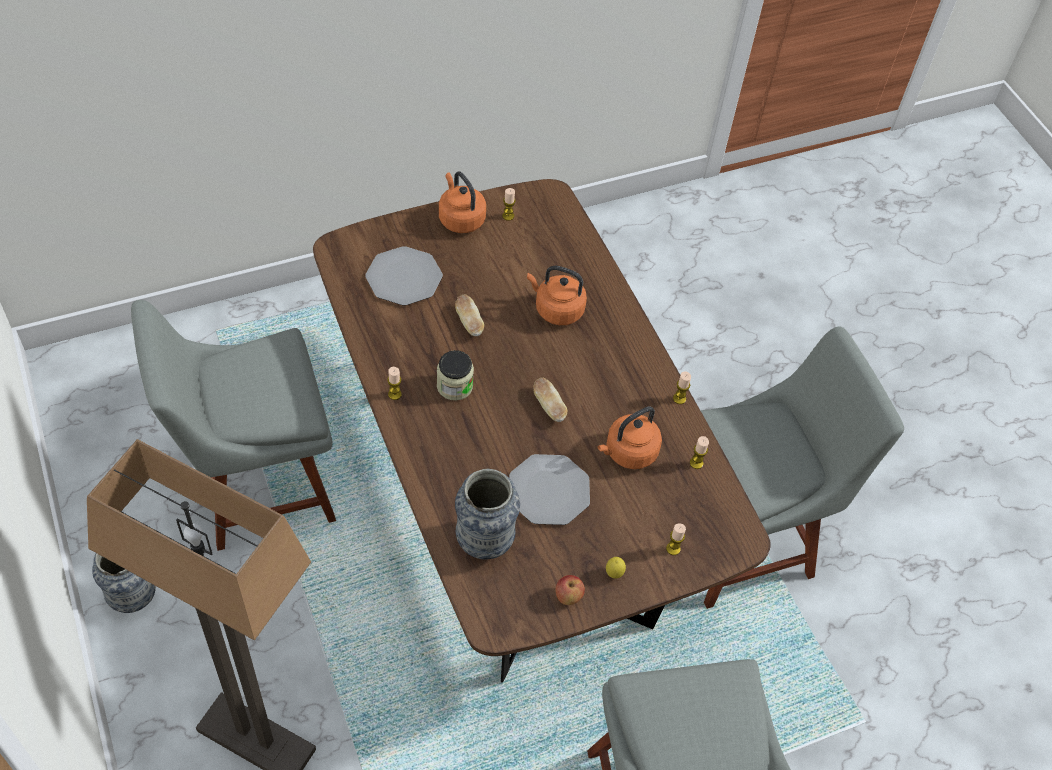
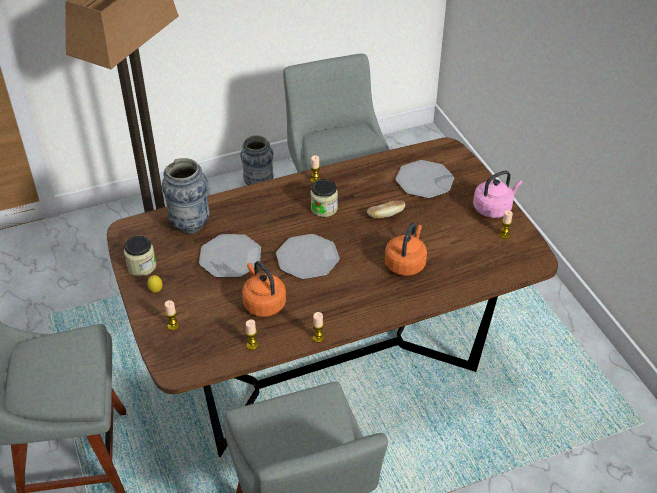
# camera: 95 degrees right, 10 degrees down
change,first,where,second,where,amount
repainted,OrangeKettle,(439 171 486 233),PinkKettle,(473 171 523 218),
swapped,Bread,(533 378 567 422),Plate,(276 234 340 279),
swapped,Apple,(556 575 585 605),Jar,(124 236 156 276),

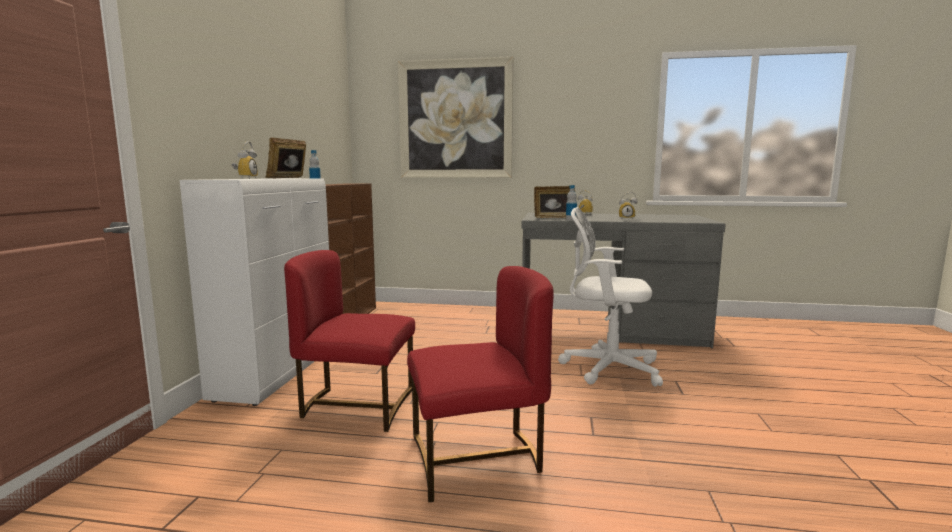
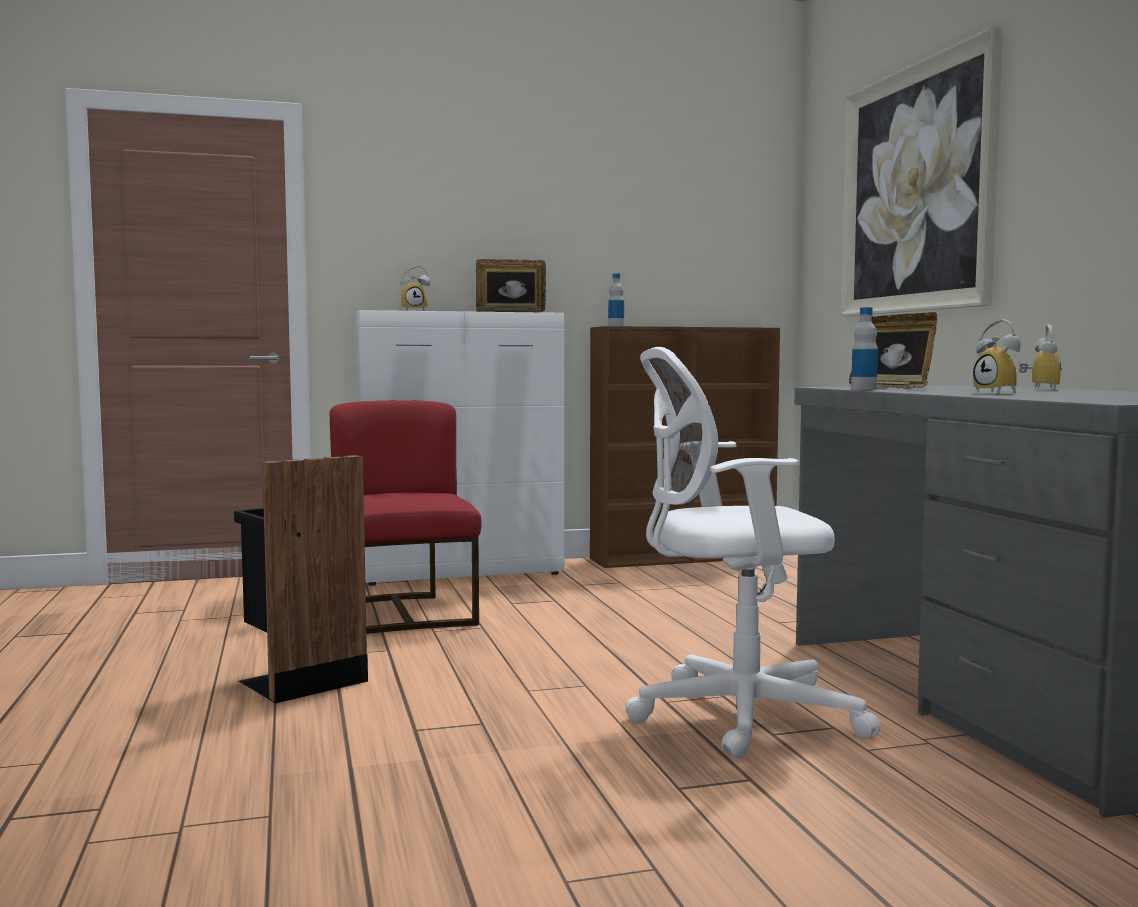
# camera: 65 degrees right, 5 degrees down
change,first,where,second,where,amount
rotated,WhiteOfficeChair,(558 207 663 387),,(625 347 881 759),90 degrees counterclockwise
swapped,RedChair,(407 266 554 502),BlackTrashCan,(234 455 368 703),

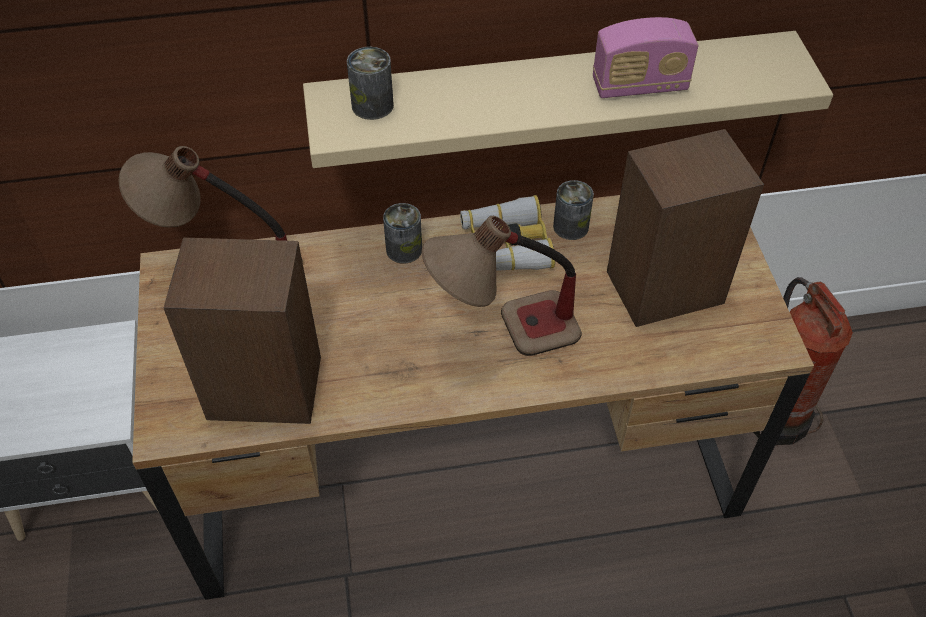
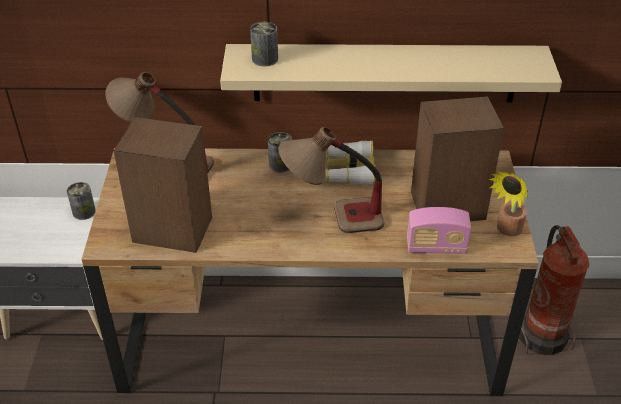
# camera: 10 degrees right, 10 degrees down
change,first,where,second,where,amount
shifted,Radio,(593 17 698 98),,(407 207 471 254),
shifted,Can,(553 180 594 240),,(67 182 96 220),
new,,,PottedPlant,(488 171 528 236),

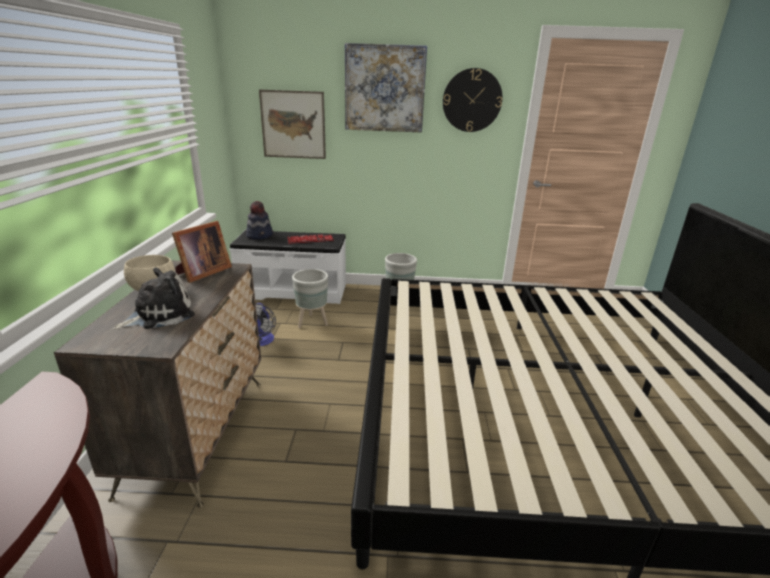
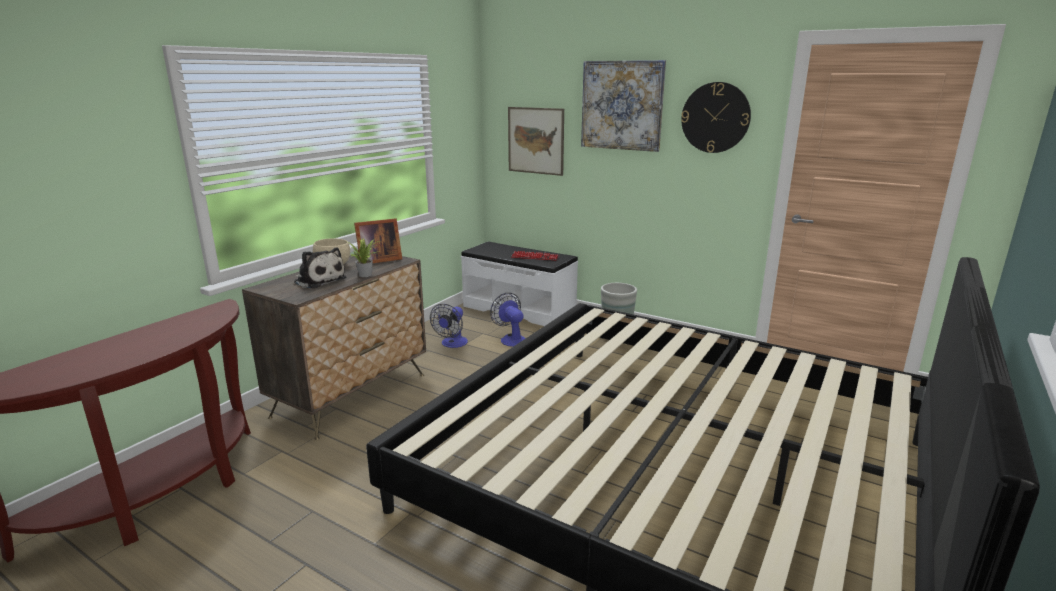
# camera: 30 degrees right, 5 degrees down
change,first,where,second,where,amount
gone,Hat,(246 201 273 240),,,
rotated,PlushToy,(113 267 195 330),,(294 247 346 289),45 degrees clockwise
swapped,GreyPlanter,(292 269 328 328),Fan,(490 293 526 347),
new,,,PottedPlant,(348 238 380 277),

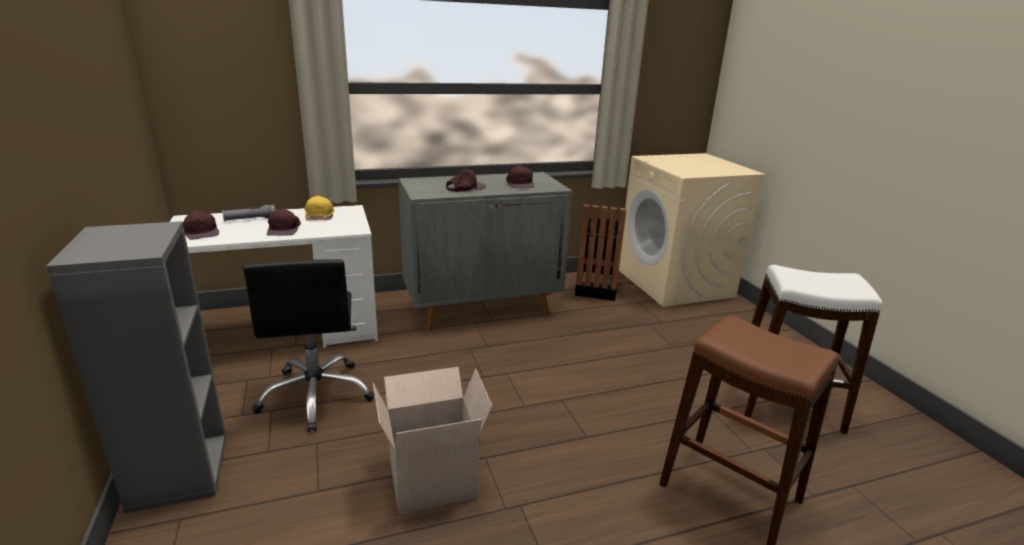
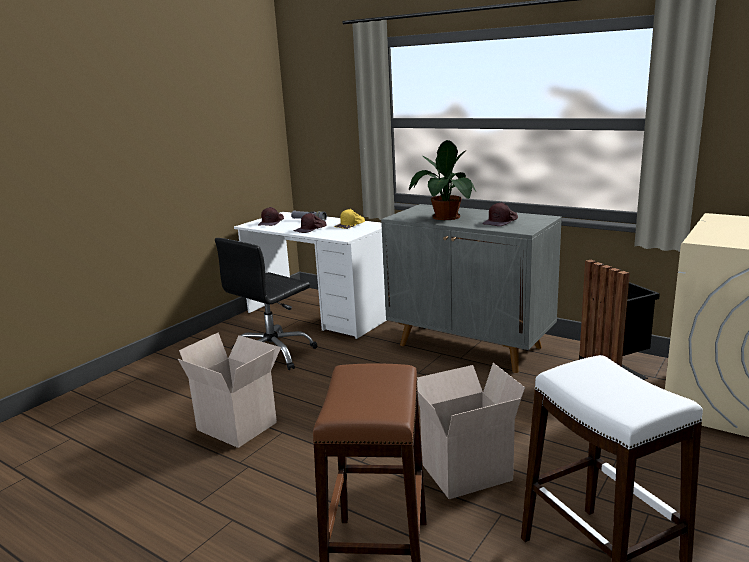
# camera: 55 degrees right, 5 degrees down
change,first,where,second,where,amount
swapped,BrownCap,(446 169 486 192),PottedPlant,(409 140 476 220),
gone,GreyBookcase,(46 221 226 514),,,
new,,,CardboardBox,(417 363 525 499),

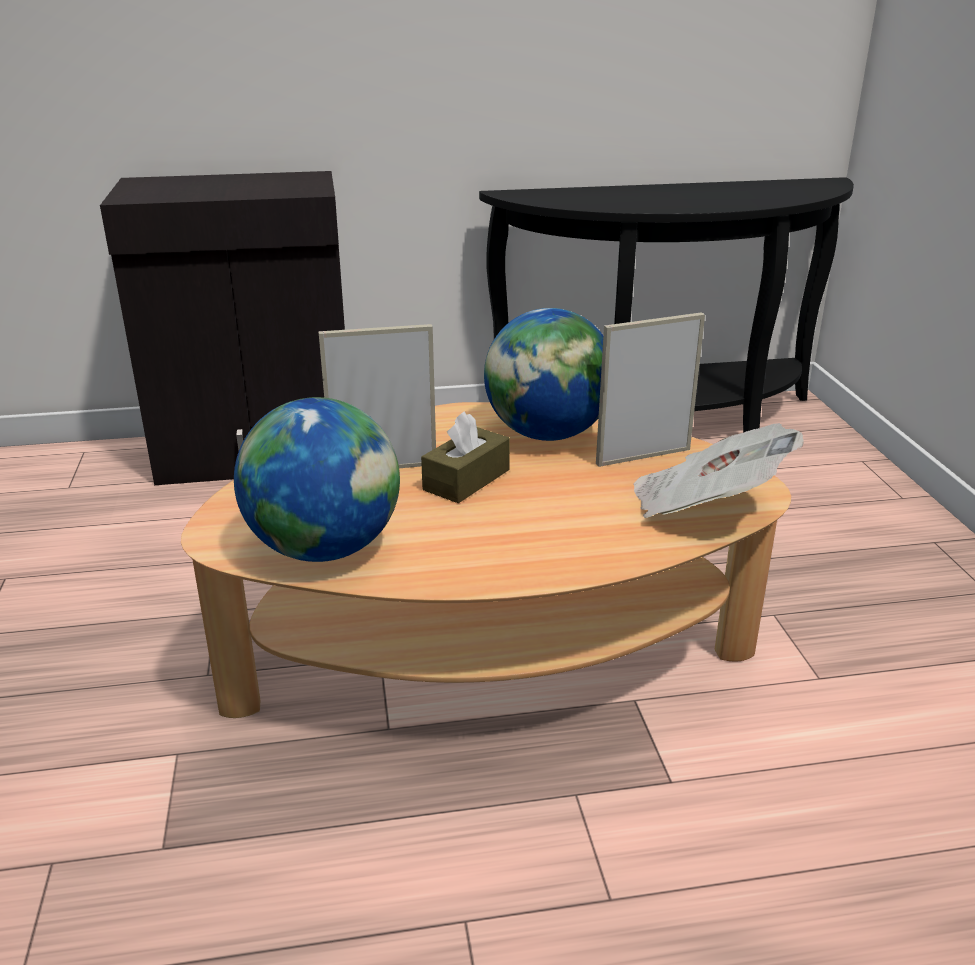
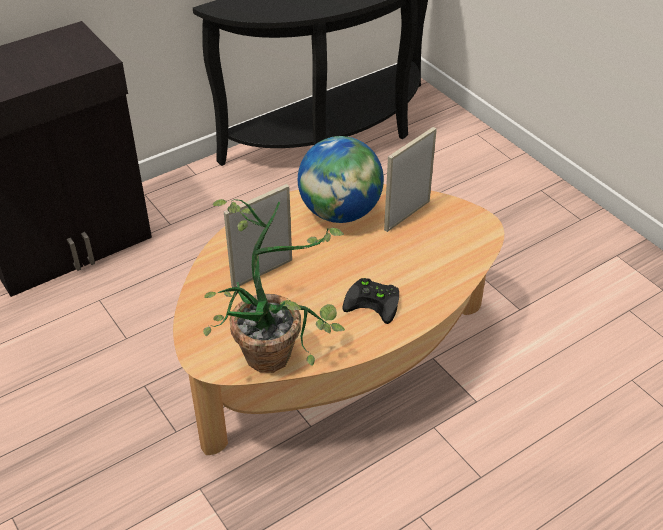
# camera: 25 degrees left, 15 degrees up
change,first,where,second,where,amount
swapped,Globe,(234 397 400 562),PottedPlant,(203 199 345 373),
gone,BrownTissueBox,(421 411 510 503),,,
gone,Newspaper,(633 423 804 518),,,
new,,,BlackGameController,(342 278 399 324),

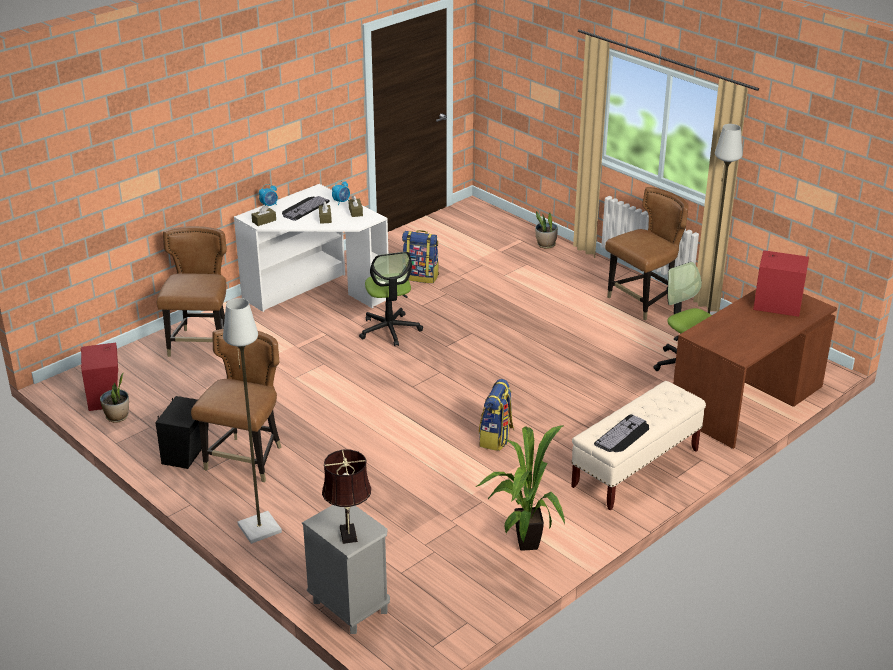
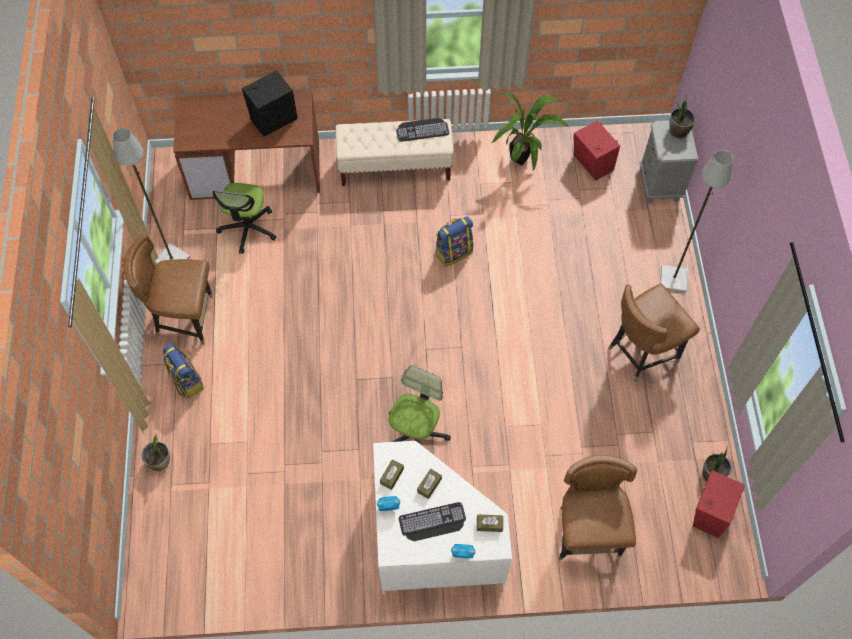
# camera: 140 degrees left, 30 degrees up
change,first,where,second,where,amount
rotated,BrownChair,(157 226 227 357),,(559 455 637 560),135 degrees clockwise
shifted,Backpack,(402 230 439 283),,(162 343 204 399),
shifted,RedSpeaker,(753 250 809 317),,(573 120 620 180),
shifted,BlackSpeaker,(155 396 209 469),,(242 70 298 137),
swapped,BrownTableLamp,(322 450 371 544),PottedPlant,(669 94 696 139),

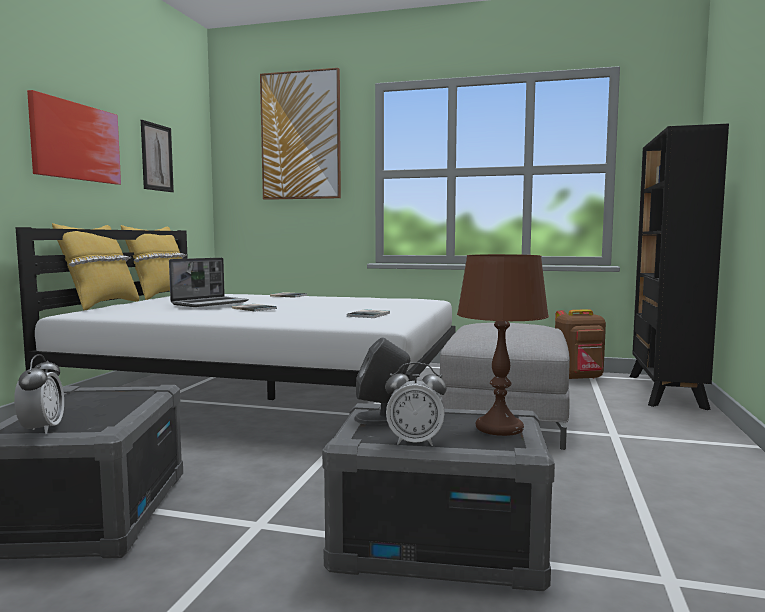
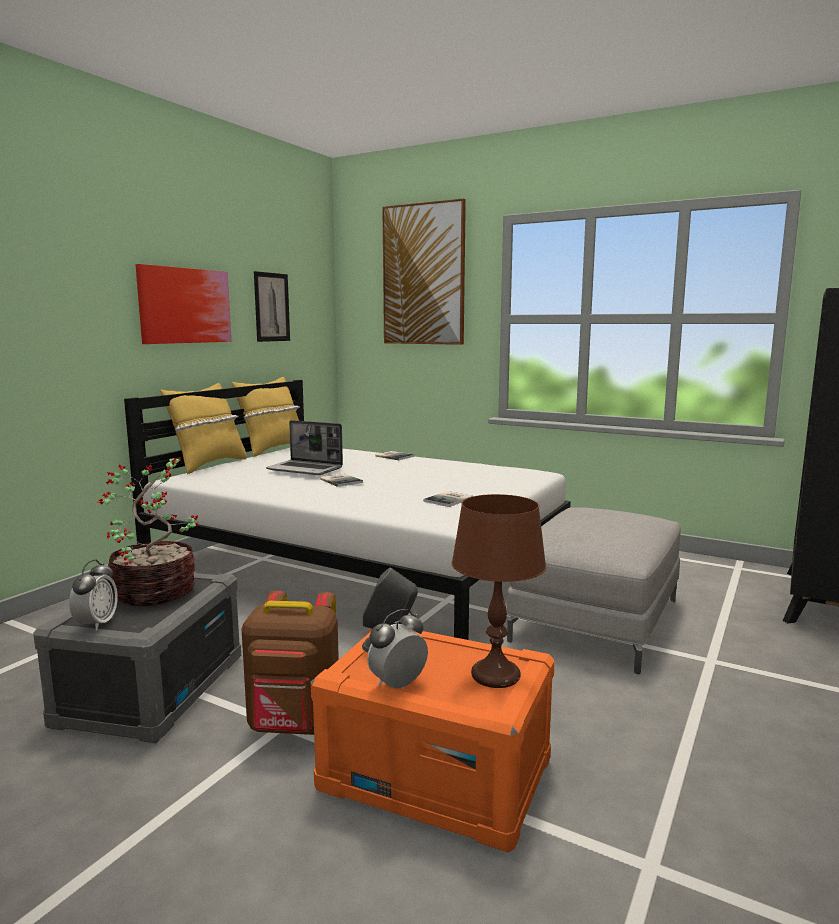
# camera: 15 degrees right, 5 degrees up
change,first,where,second,where,amount
rotated,Laptop,(169 258 249 307),,(266 420 343 475),60 degrees clockwise
shifted,BrownBackpack,(555 309 606 379),,(242 591 339 735),
rotated,AlarmClock,(385 362 447 446),,(367 609 428 689),120 degrees clockwise
repainted,GreyStorageBox,(322 403 555 592),OrangeStorageBox,(311 629 555 852),
new,,,PottedPlant,(97 458 198 606),

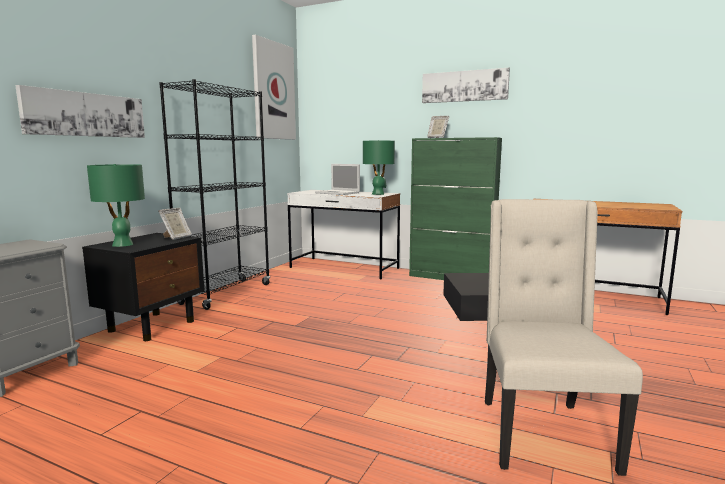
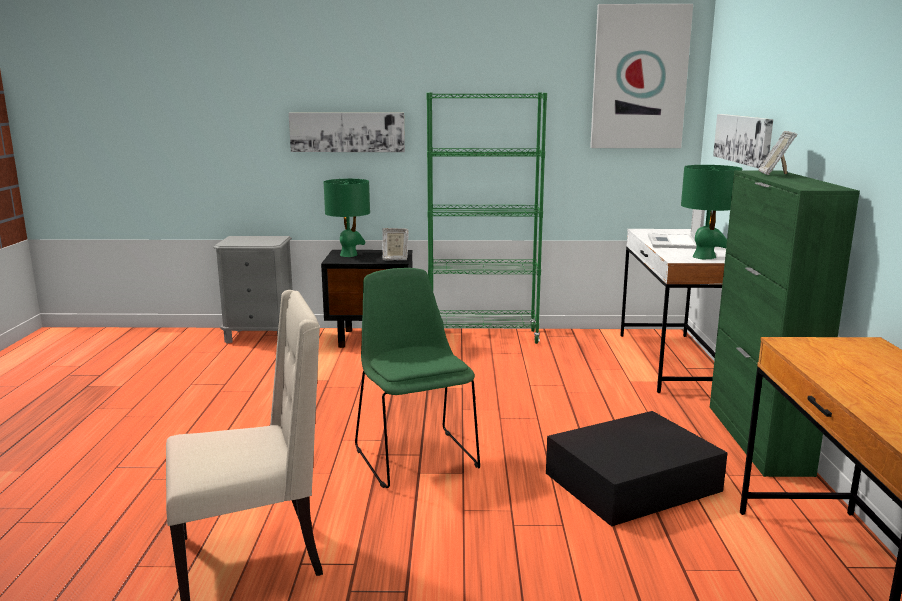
# camera: 65 degrees right, 5 degrees up
change,first,where,second,where,amount
shifted,Picture,(422 68 510 103),,(713 114 773 168),
repainted,BlackBookcase,(159 79 270 310),GreenBookcase,(426 92 547 344),
new,,,GreenChair,(355 268 480 488),

